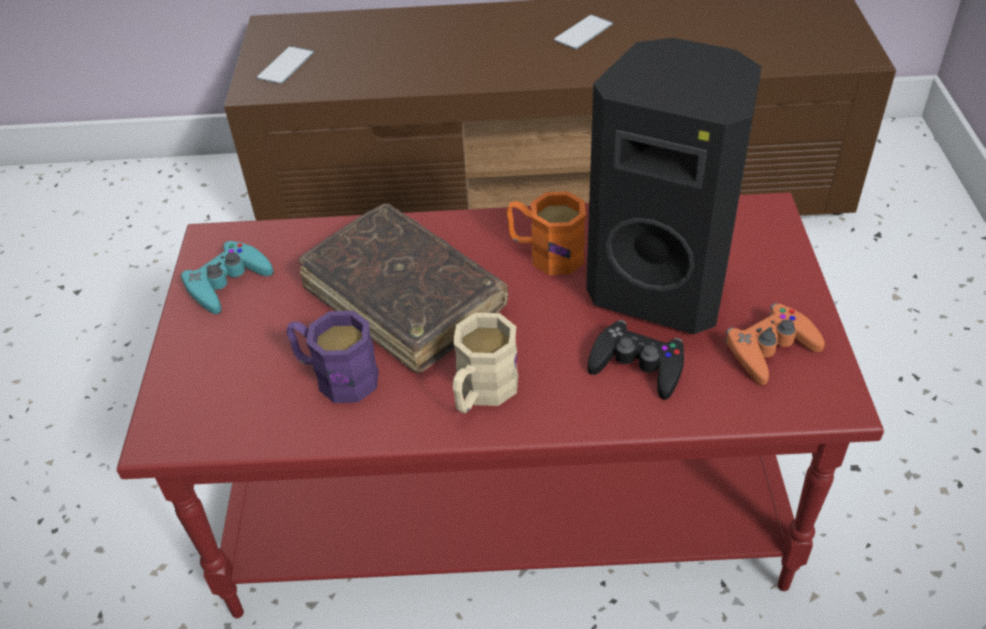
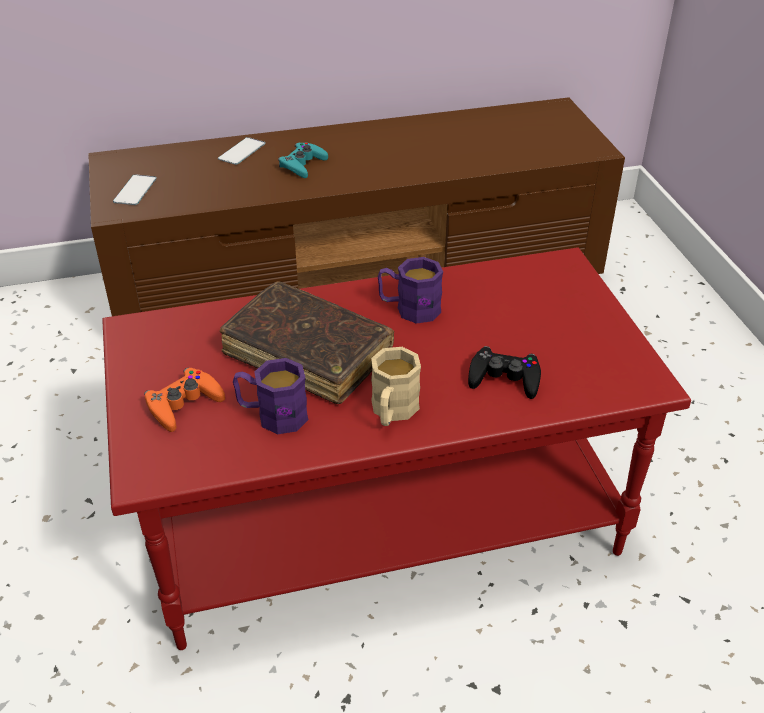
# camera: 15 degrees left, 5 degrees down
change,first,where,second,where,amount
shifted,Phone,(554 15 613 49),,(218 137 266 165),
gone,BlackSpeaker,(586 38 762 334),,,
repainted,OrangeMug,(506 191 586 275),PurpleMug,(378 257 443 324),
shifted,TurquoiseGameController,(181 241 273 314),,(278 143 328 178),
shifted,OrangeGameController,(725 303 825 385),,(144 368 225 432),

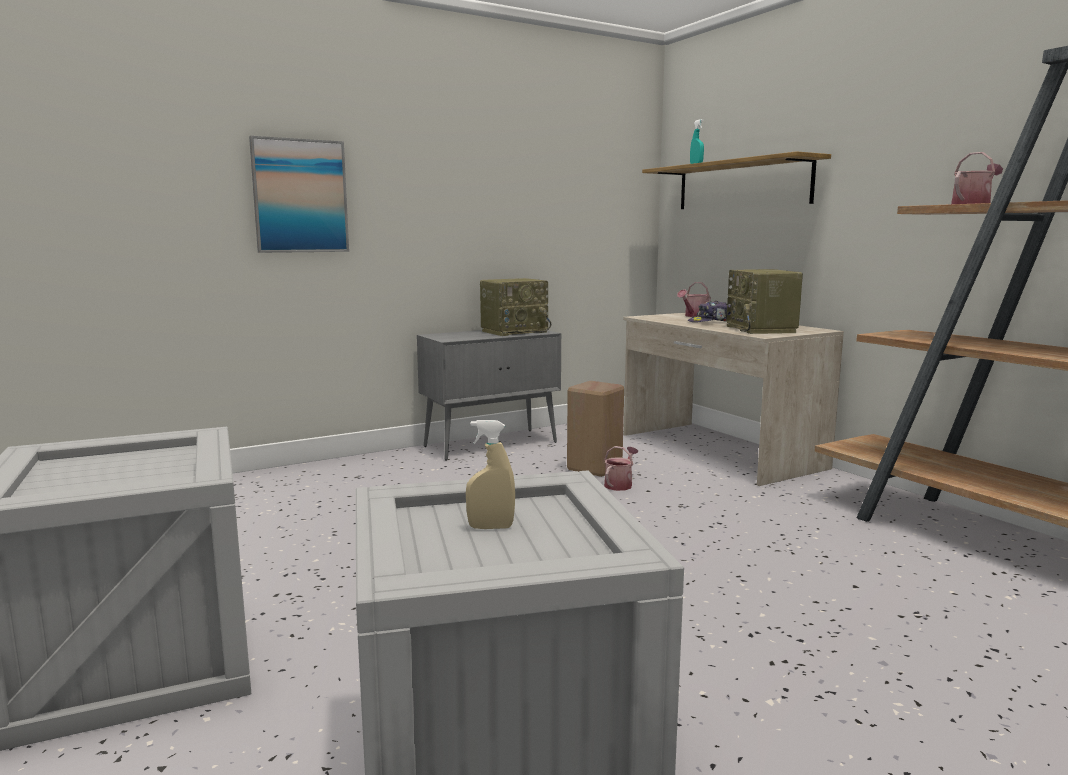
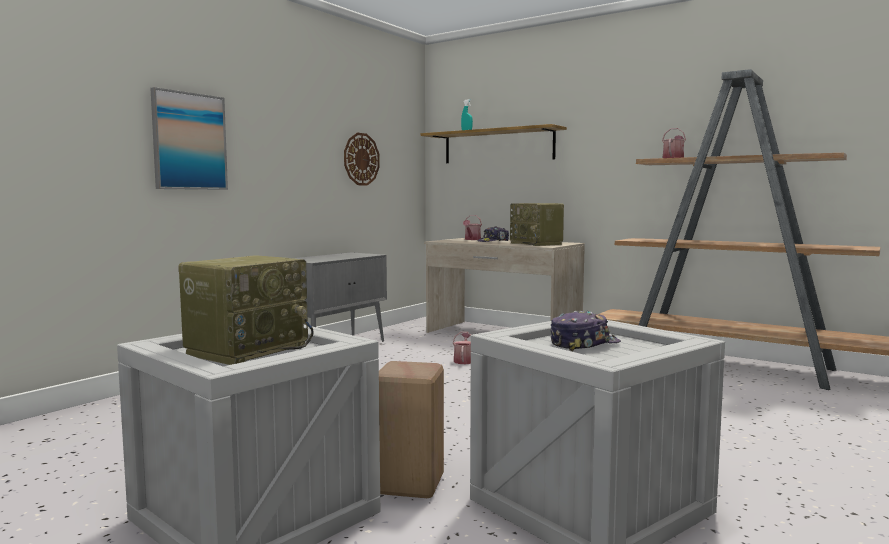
# camera: 25 degrees left, 5 degrees down
change,first,where,second,where,amount
shifted,Radio,(480 278 551 336),,(178 255 313 365),
shifted,BeigeStool,(567 381 624 477),,(379 361 444 498),
swapped,BeigeSprayBottle,(466 420 515 529),Cap,(550 311 621 351),
new,,,WallClock,(344 133 380 186),

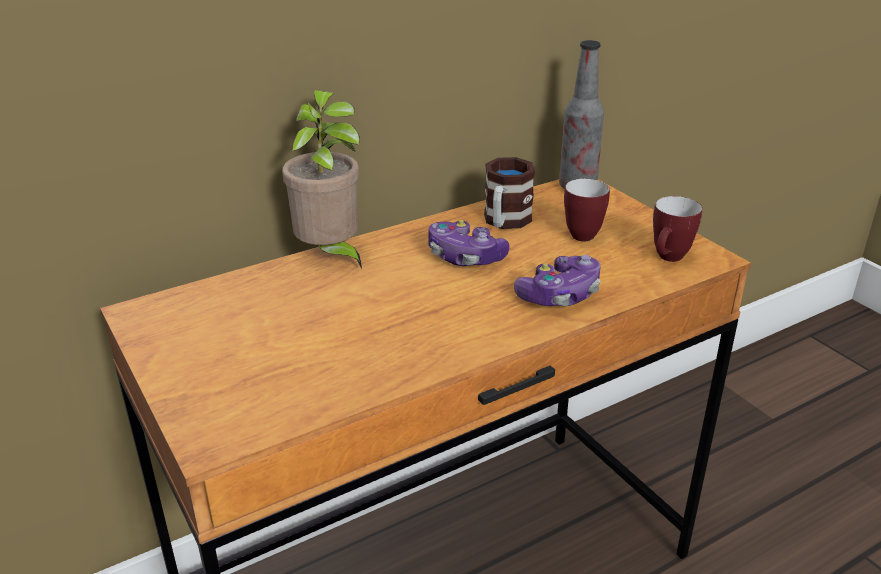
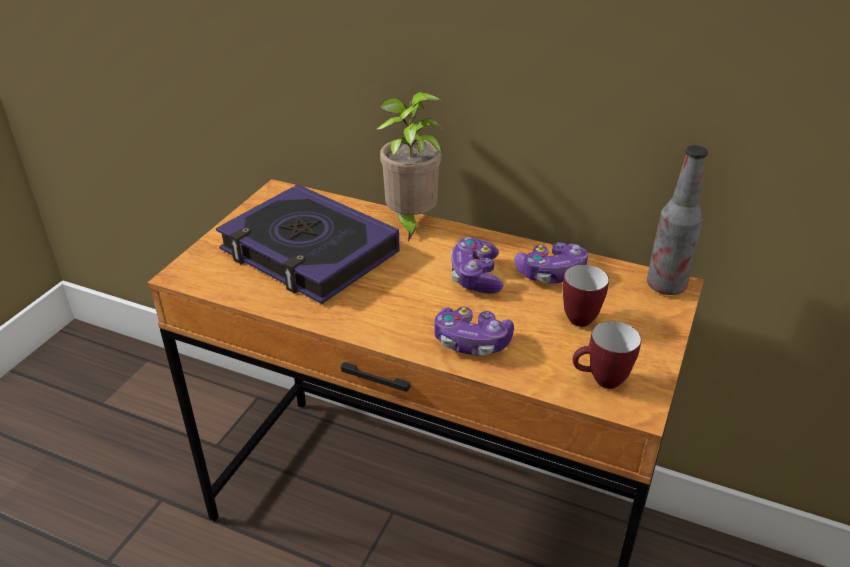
# camera: 55 degrees right, 5 degrees up
change,first,where,second,where,amount
swapped,Mug,(484 157 535 229),GameController,(514 242 588 283),
new,,,Book,(216 184 400 304),

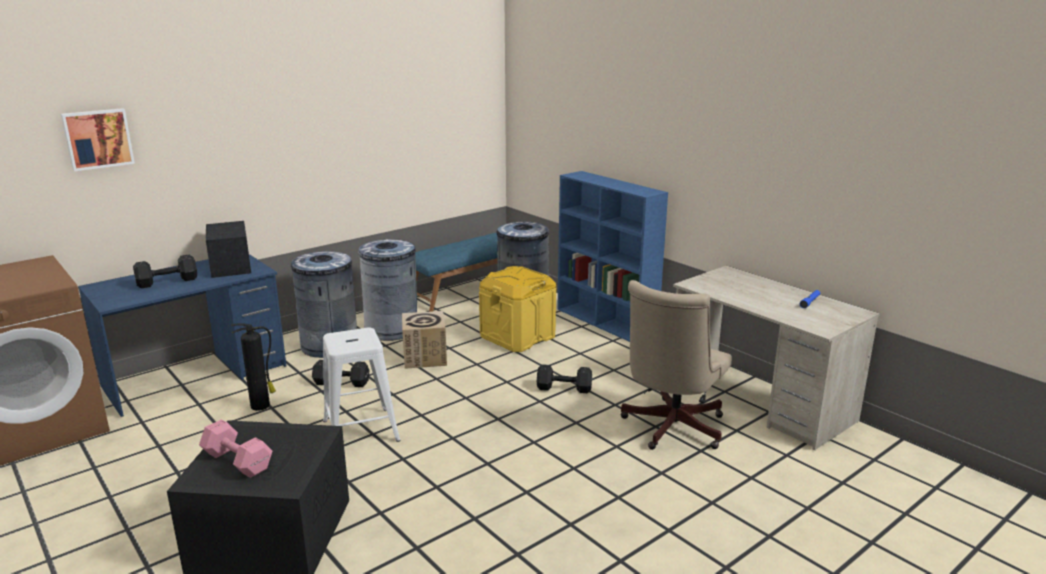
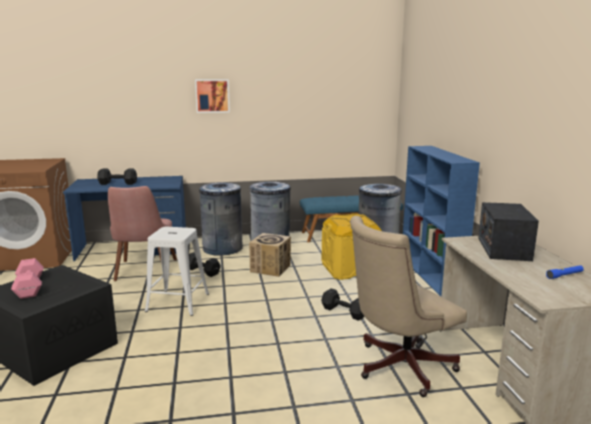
# camera: 30 degrees right, 5 degrees down
change,first,where,second,where,amount
shifted,Picture,(61 108 135 171),,(195 79 230 113),
shifted,Radio,(206 221 251 278),,(478 202 539 261),
swapped,FireExtinguisher,(231 323 276 411),PinkChair,(108 186 177 281),

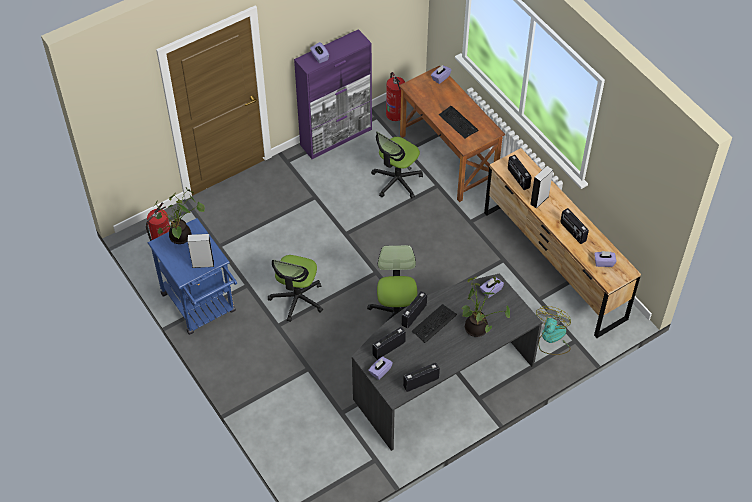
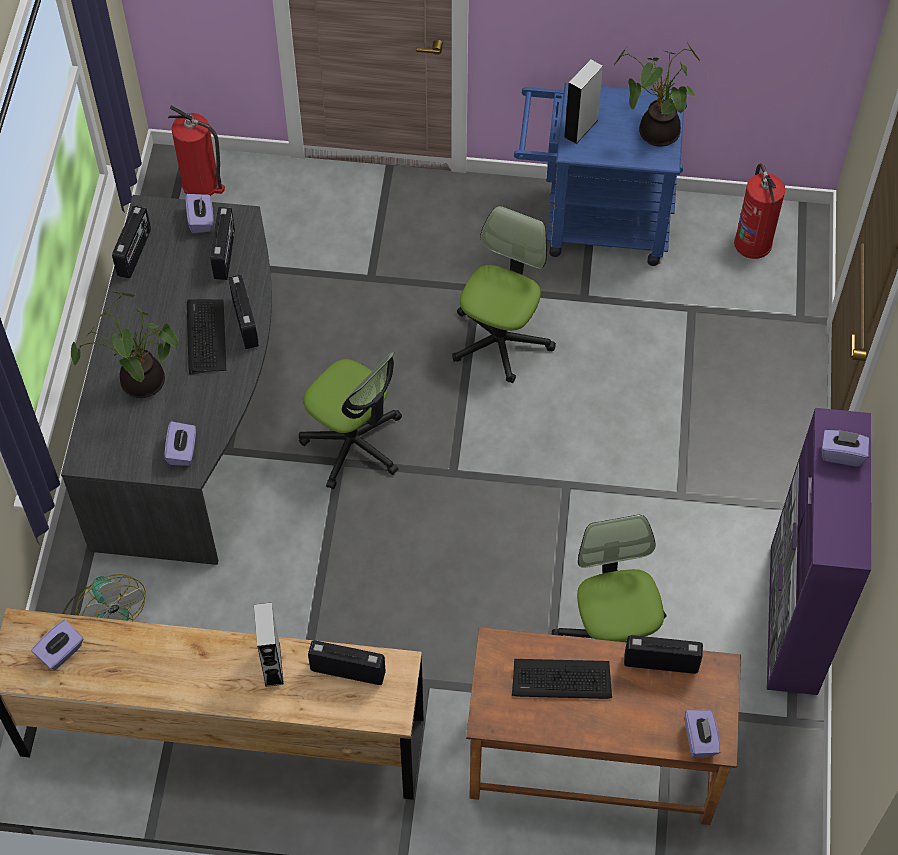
# camera: 130 degrees right, 5 degrees up
change,first,where,second,where,amount
shifted,FireExtinguisher,(386 72 405 121),,(168 105 225 196),
shifted,Radio,(560 208 589 244),,(624 635 703 674),
rotated,OfficeChair,(268 255 323 322),,(452 206 556 383),60 degrees clockwise

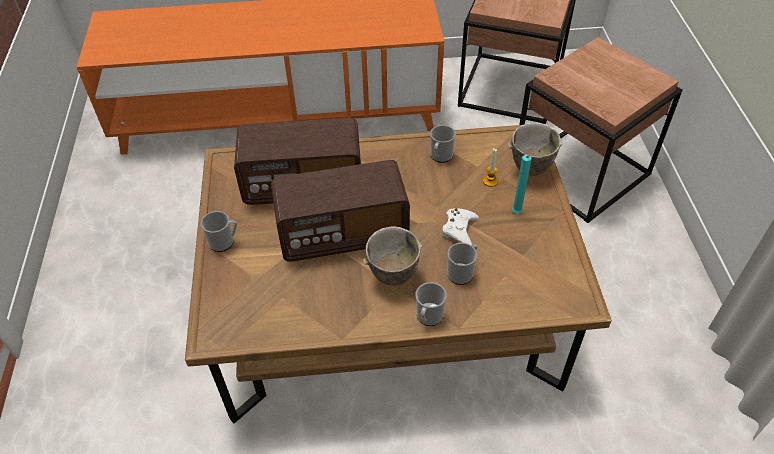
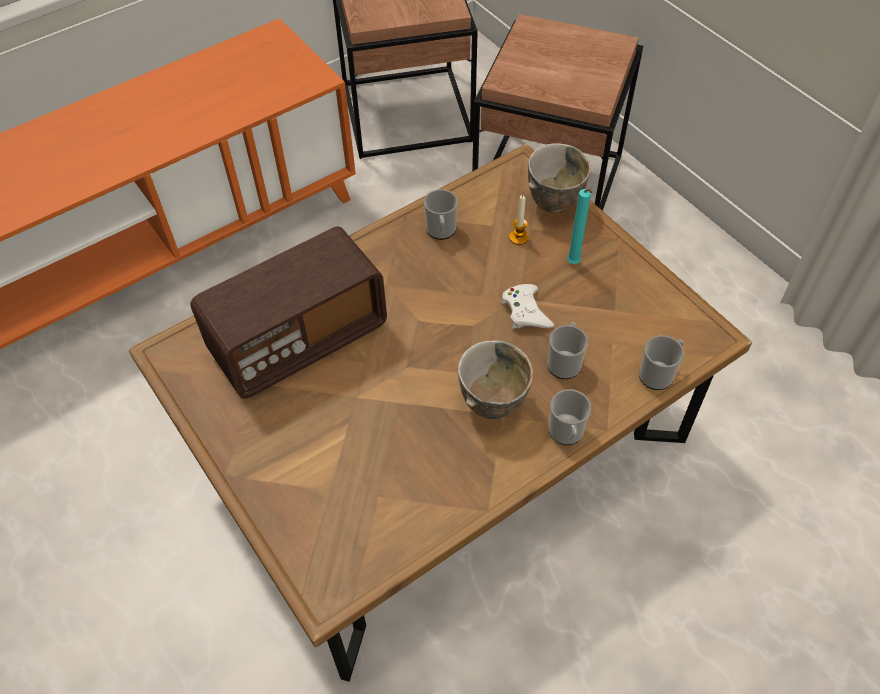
# camera: 30 degrees left, 5 degrees up
change,first,where,second,where,amount
gone,Radio,(271 160 410 262),,,
shifted,Mug,(201 211 237 252),,(639 335 684 390),

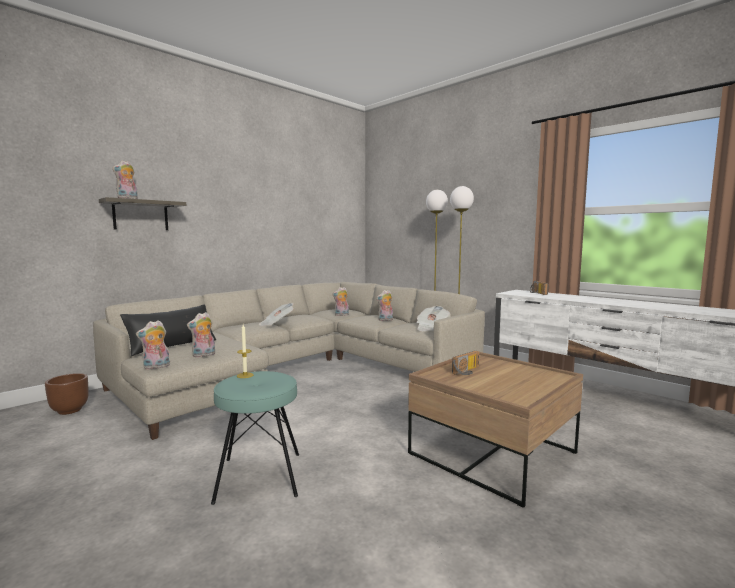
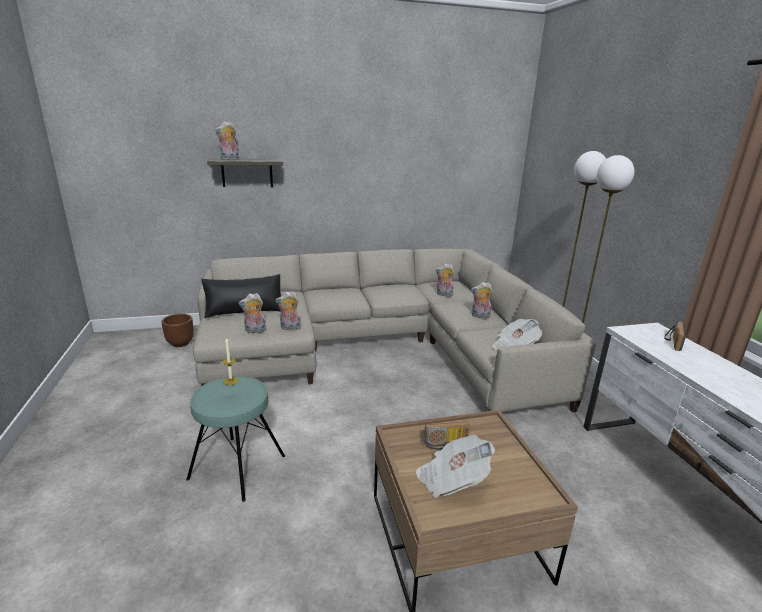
# camera: 30 degrees right, 15 degrees up
change,first,where,second,where,amount
shifted,Newspaper,(259 303 294 326),,(416 435 495 498),
shifted,PlushToy,(136 320 170 369),,(276 291 301 330),

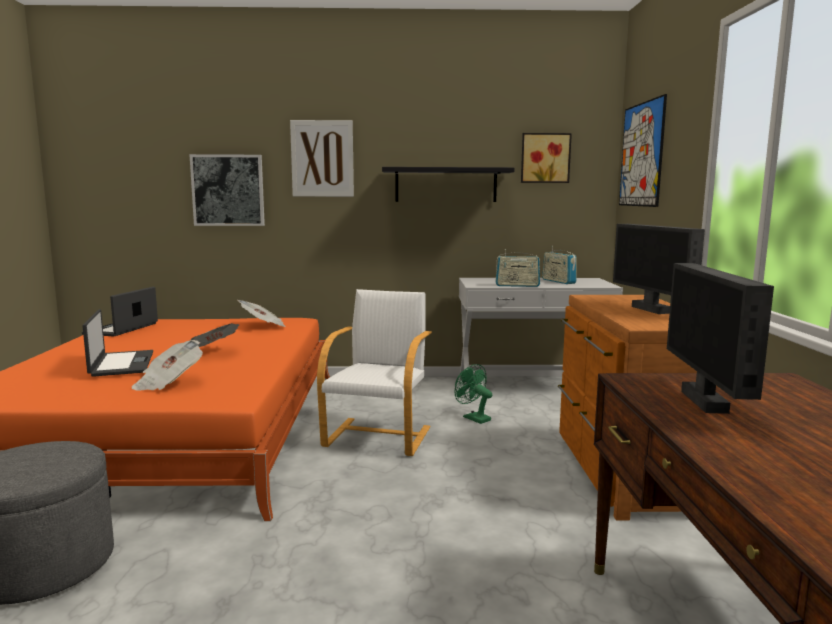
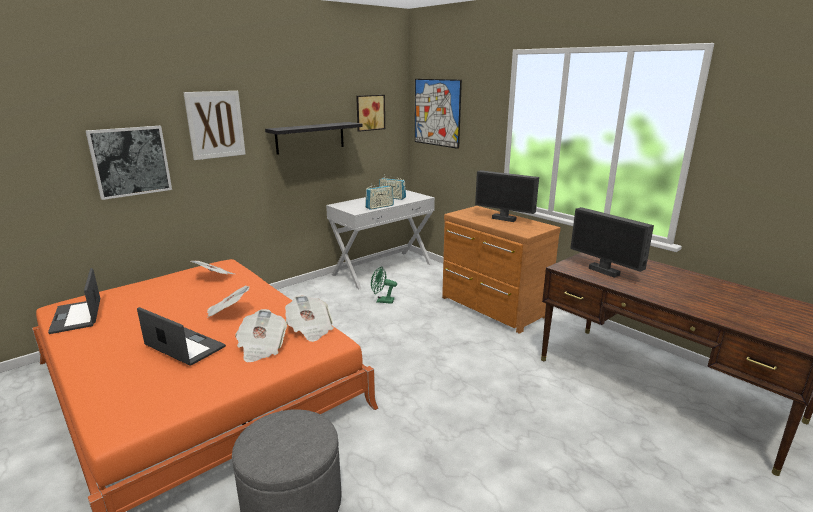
# camera: 40 degrees left, 10 degrees up
change,first,where,second,where,amount
gone,WhiteArmchair,(317 289 432 456),,,
new,,,Newspaper,(285 295 334 342),

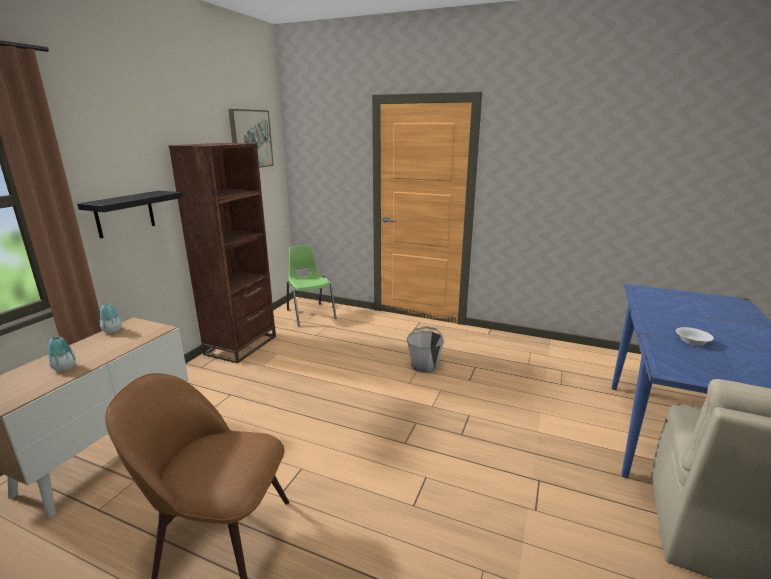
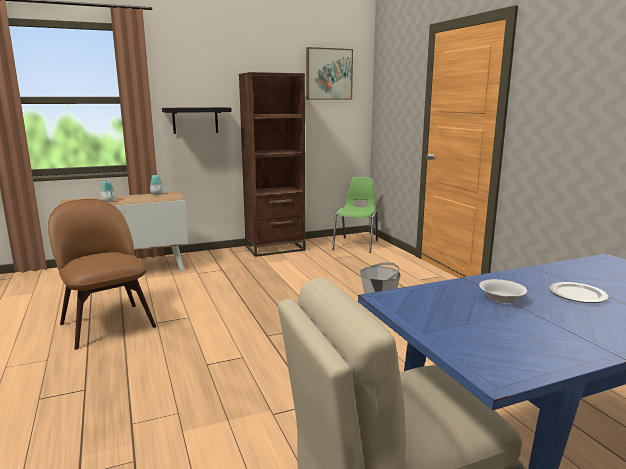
# camera: 45 degrees right, 5 degrees down
change,first,where,second,where,amount
new,,,Plate,(549 282 609 303),

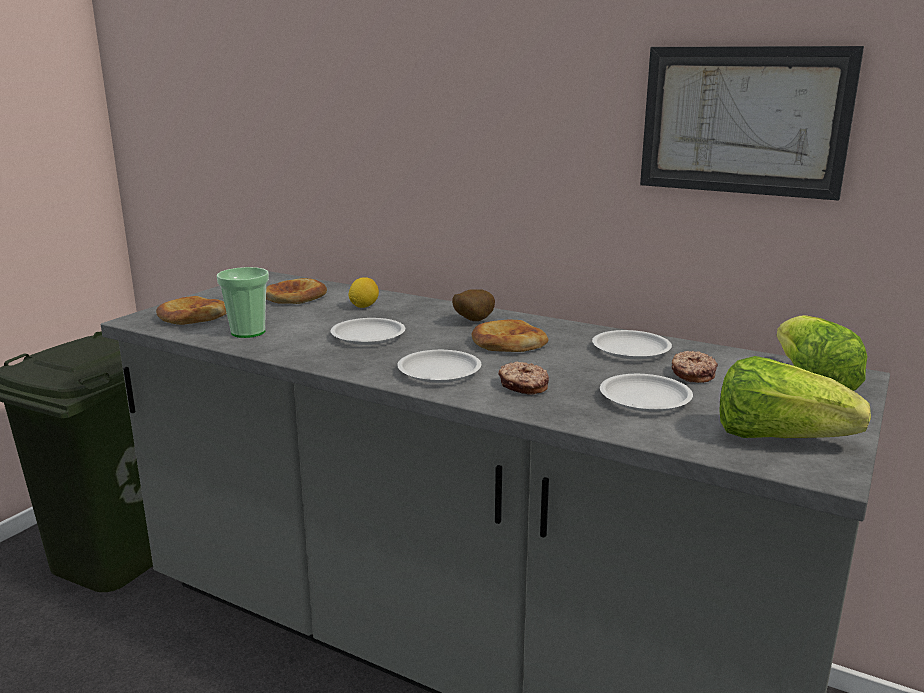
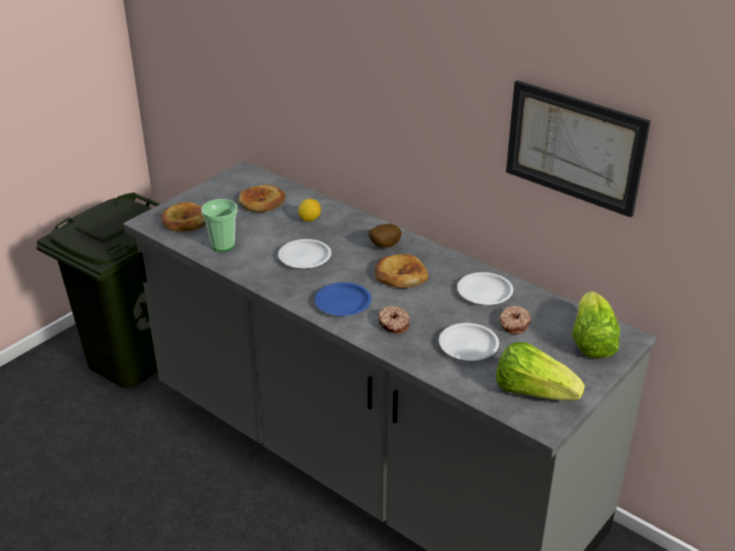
# camera: 10 degrees right, 15 degrees up
change,first,where,second,where,amount
repainted,WhitePlate,(397 350 481 383),BluePlate,(315 282 371 316),

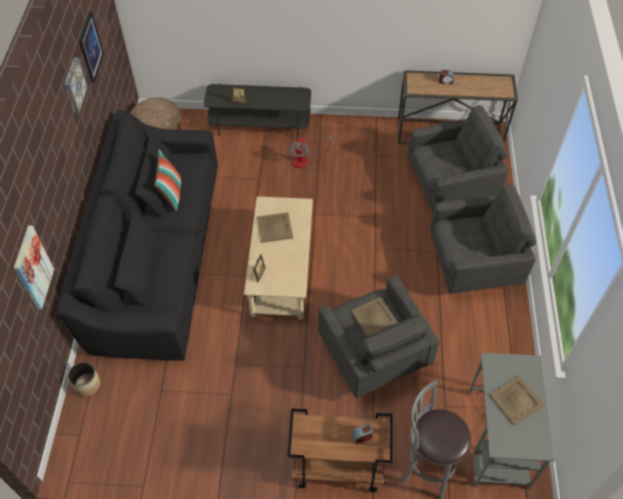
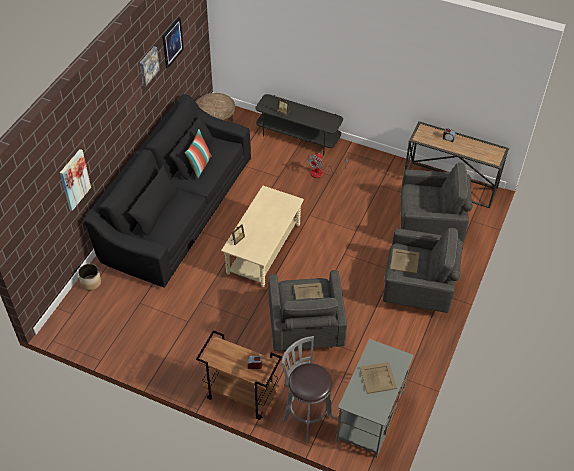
# camera: 20 degrees right, 5 degrees down
change,first,where,second,where,amount
shifted,BeigeTray,(257 212 293 243),,(390 248 419 274),

